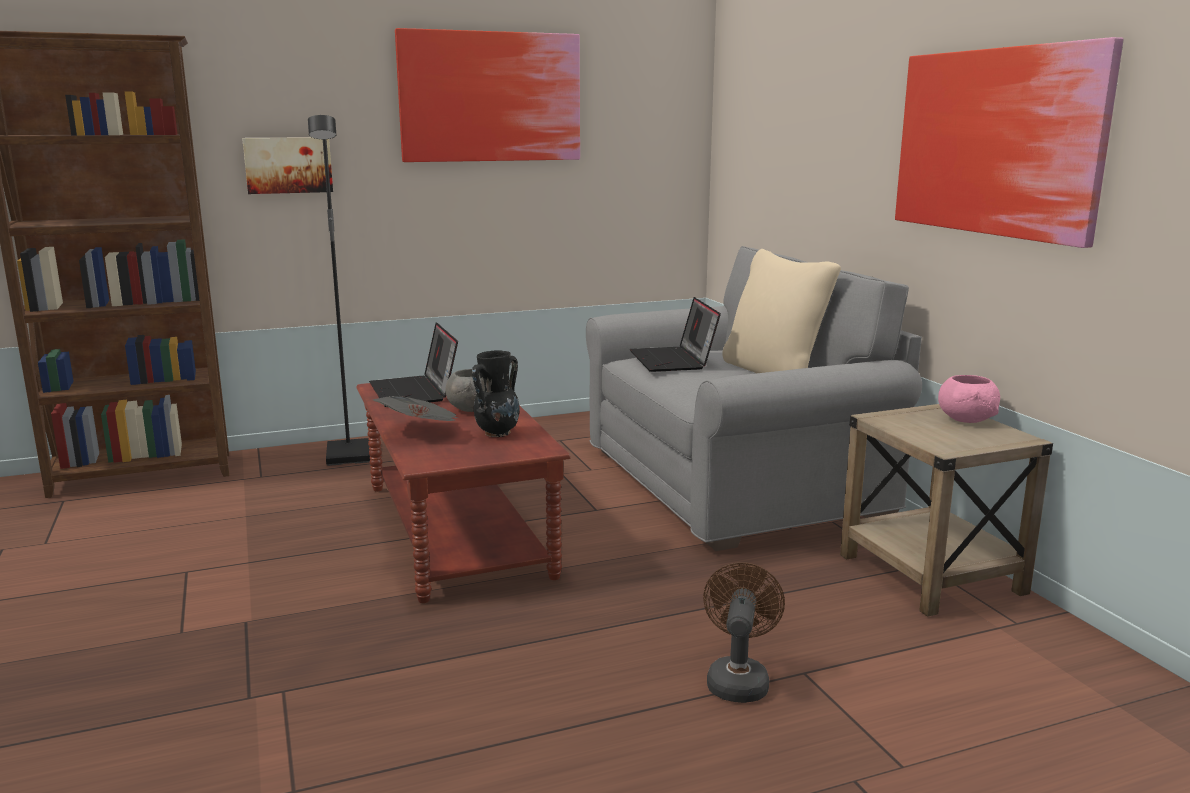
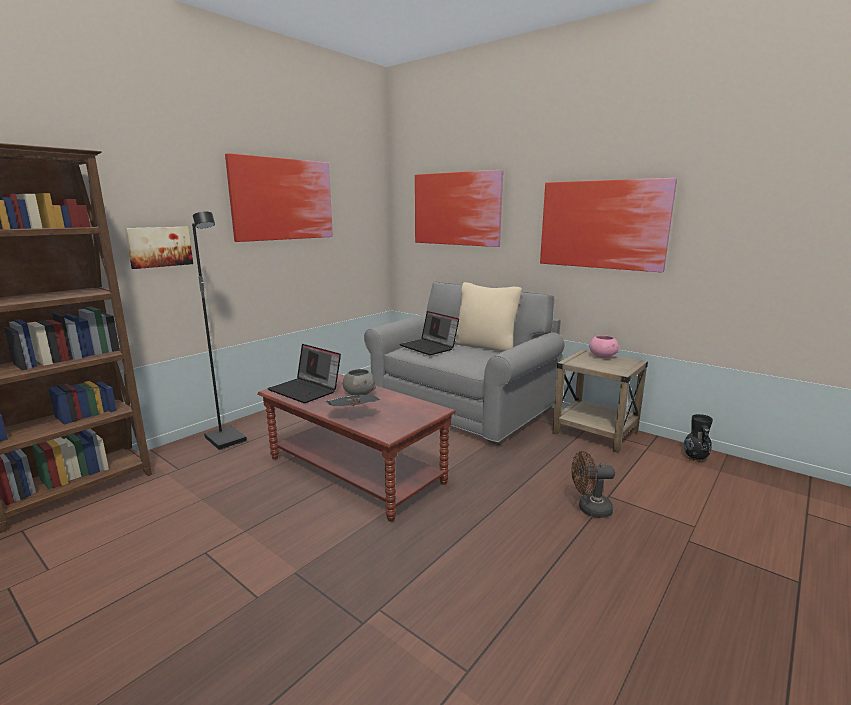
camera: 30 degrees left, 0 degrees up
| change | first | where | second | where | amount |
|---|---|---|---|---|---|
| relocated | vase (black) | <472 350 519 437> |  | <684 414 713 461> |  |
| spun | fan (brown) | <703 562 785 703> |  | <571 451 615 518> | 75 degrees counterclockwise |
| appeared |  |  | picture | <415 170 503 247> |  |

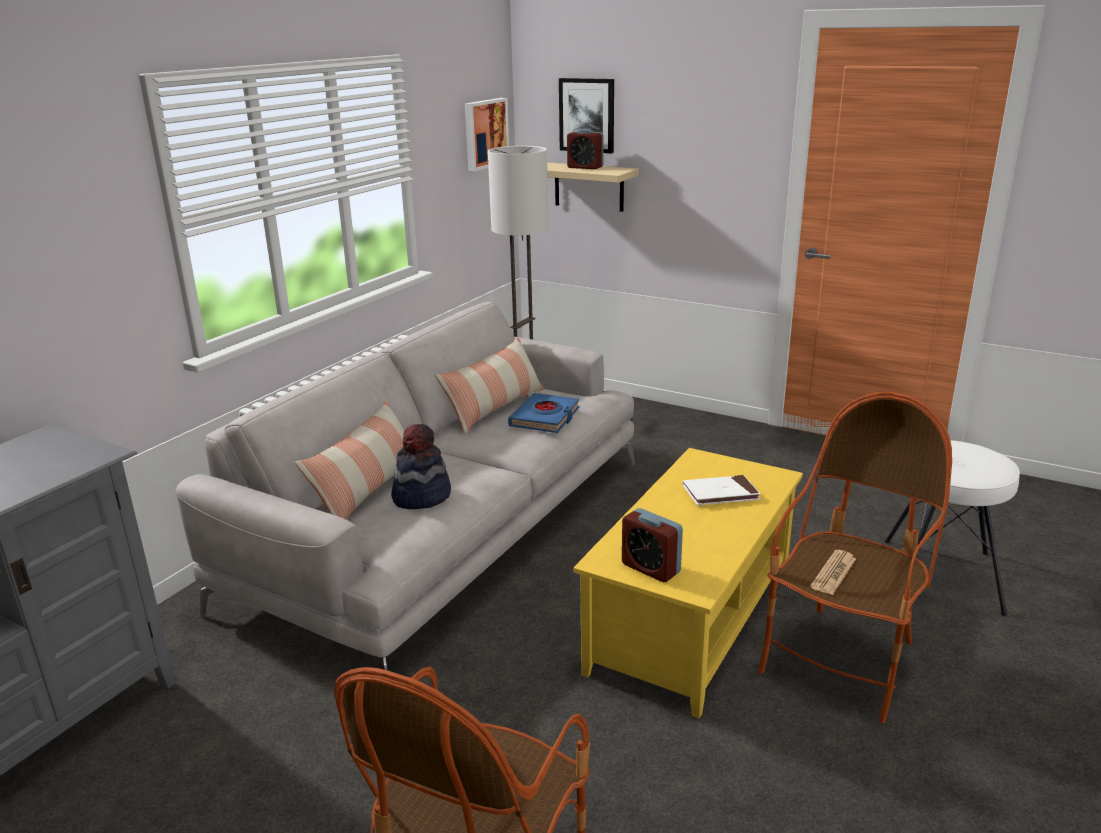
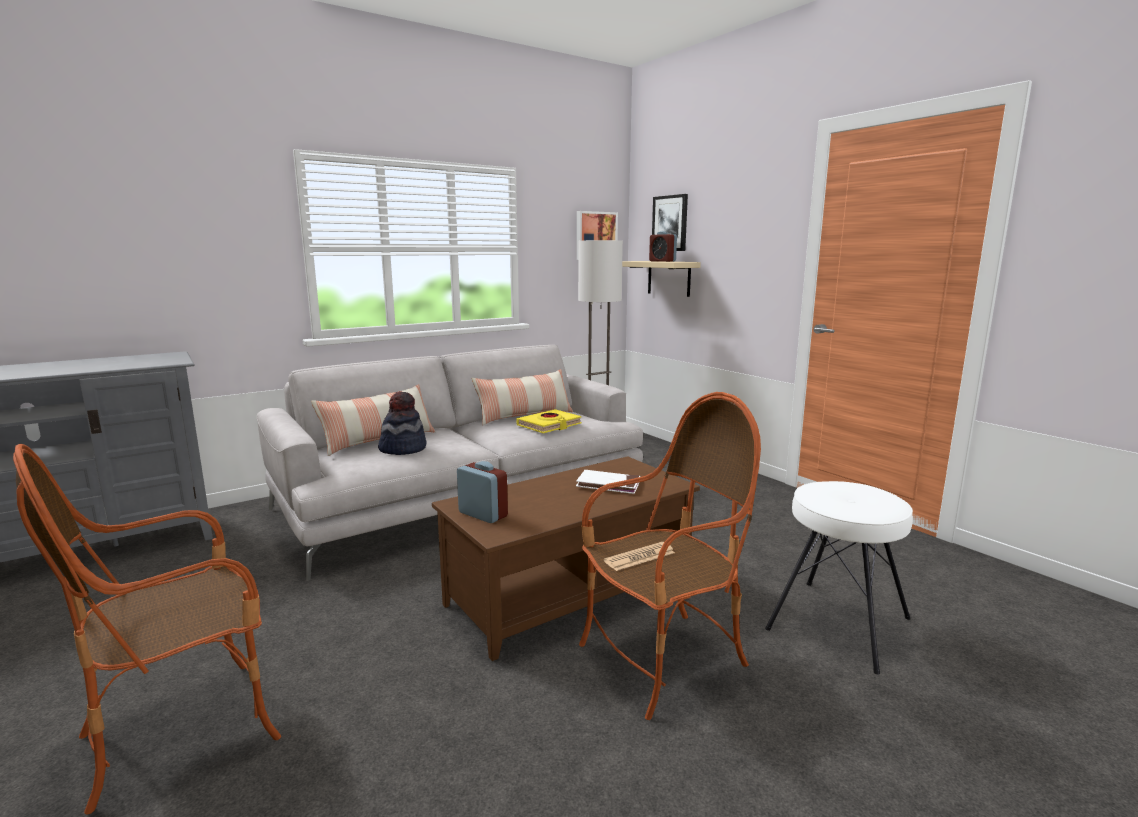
camera: 25 degrees right, 10 degrees down
| change | first | where | second | where | amount |
|---|---|---|---|---|---|
| colour | book (blue) | <508 393 580 433> | book (yellow) | <516 409 582 433> |  |
| colour | coffee table (yellow) | <573 448 803 718> | coffee table (brown) | <432 456 700 661> |  |
| spun | alarm clock | <622 508 683 582> |  | <457 461 508 523> | 150 degrees clockwise |

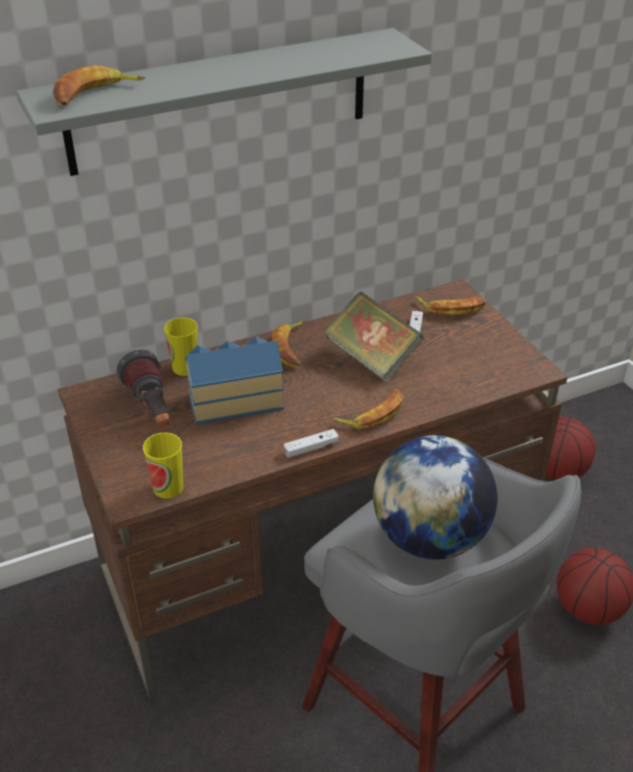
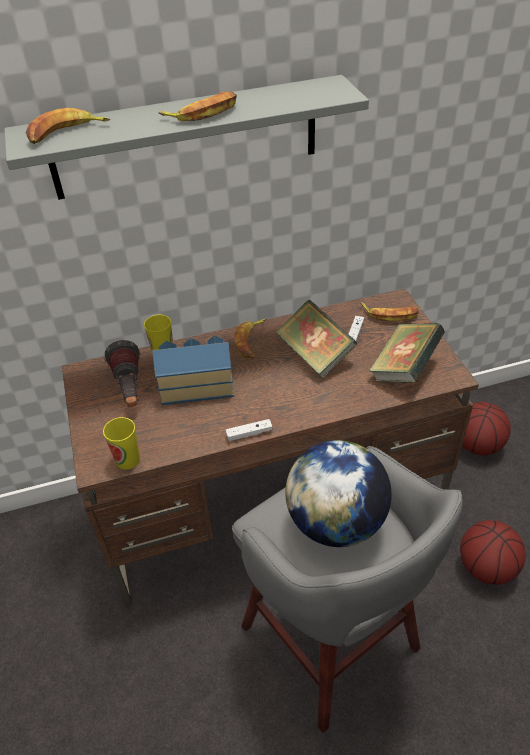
camera: 10 degrees right, 5 degrees up
| change | first | where | second | where | amount |
|---|---|---|---|---|---|
| relocated | banana | <332 389 404 429> |  | <158 91 237 121> |  |
| appeared |  |  | book | <369 323 445 383> |  |

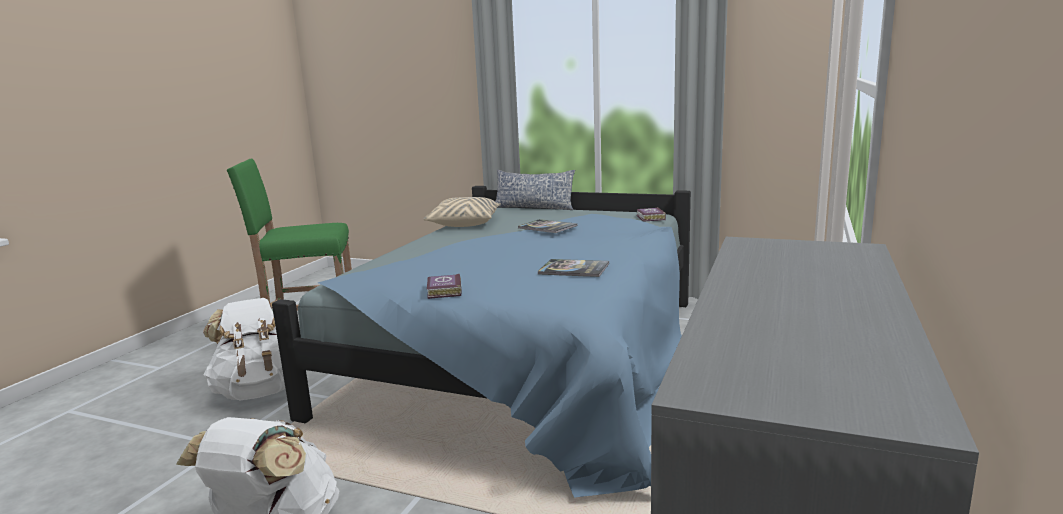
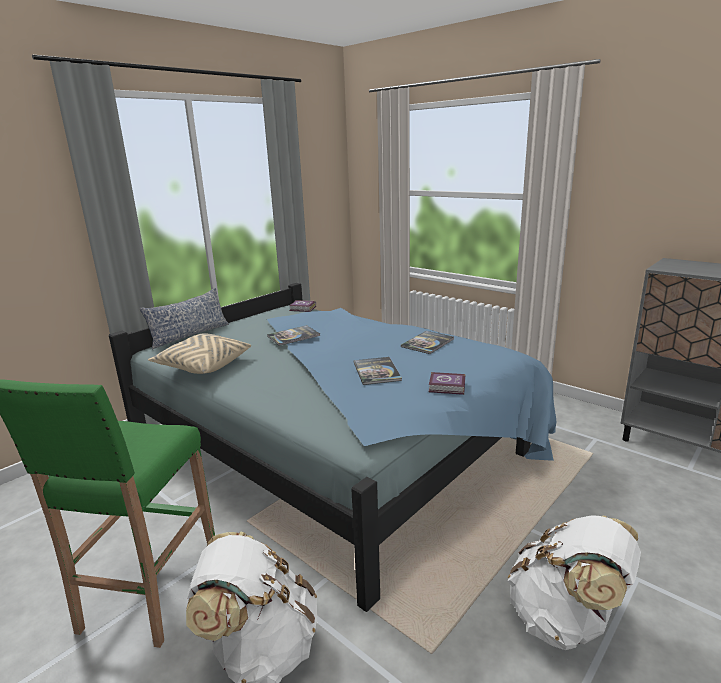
camera: 70 degrees left, 5 degrees up
| change | first | where | second | where | amount |
|---|---|---|---|---|---|
| appeared |  |  | book | <354 357 402 385> |  |

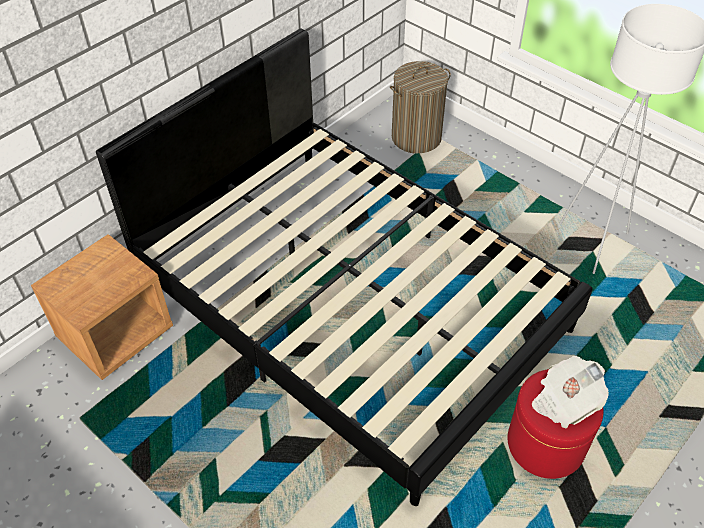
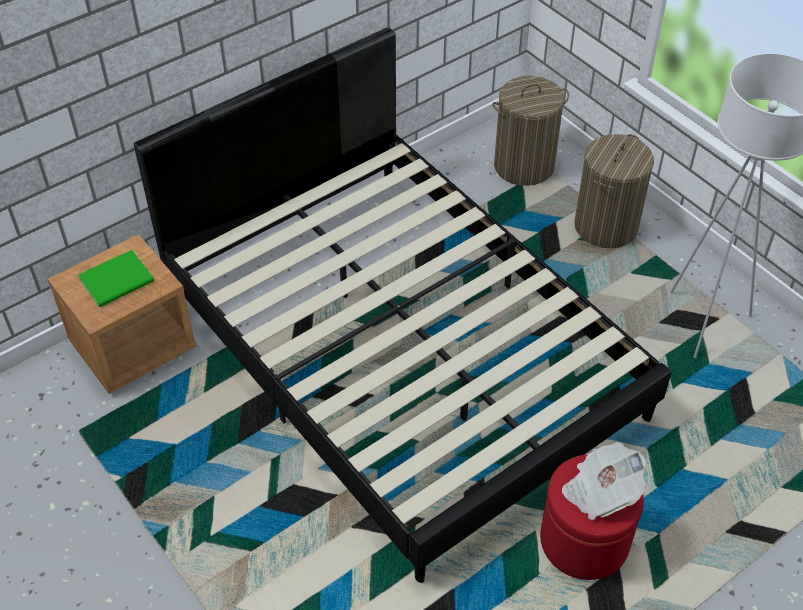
camera: 10 degrees right, 0 degrees up
| change | first | where | second | where | amount |
|---|---|---|---|---|---|
| appeared |  |  | laundry basket | <574 134 654 248> |  |
| appeared |  |  | book (green) | <78 250 154 307> |  |

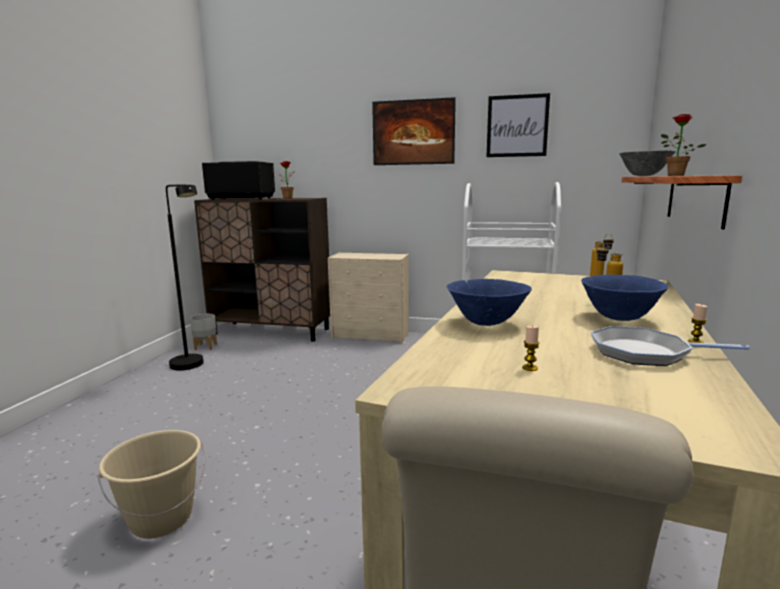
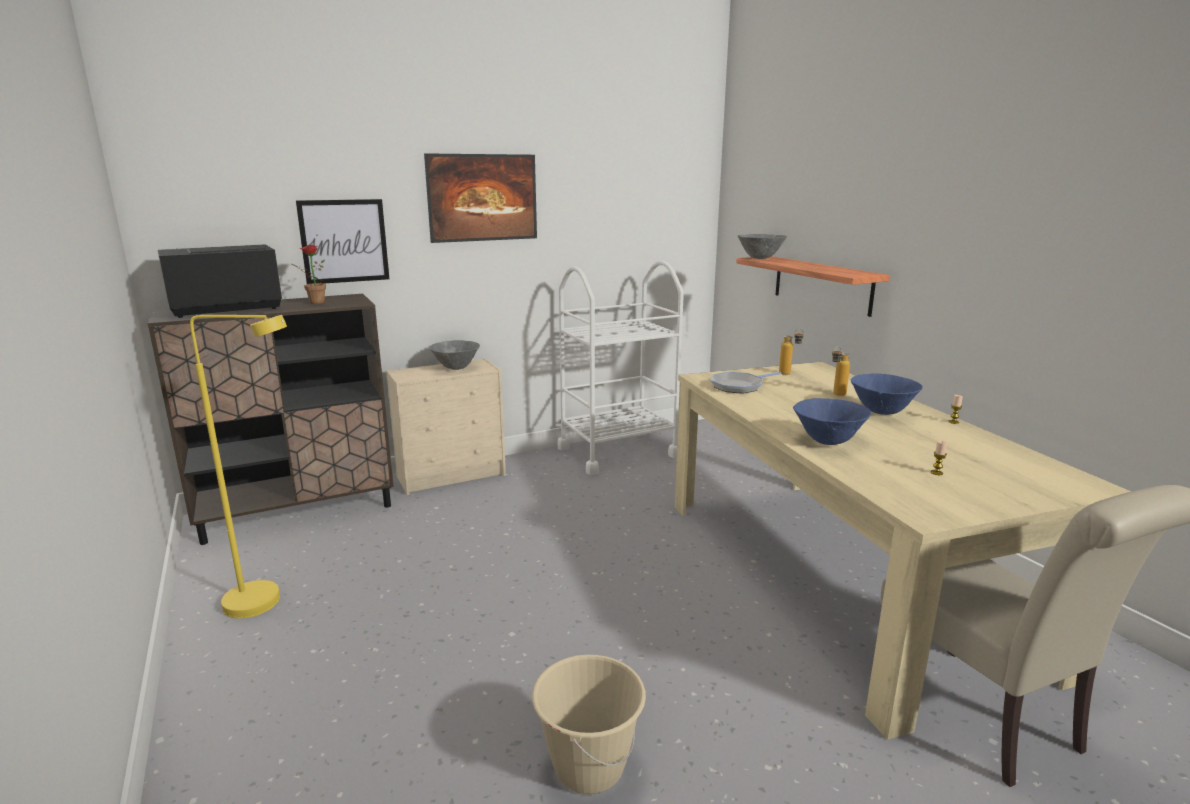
camera: 40 degrees left, 5 degrees up
| change | first | where | second | where | amount |
|---|---|---|---|---|---|
| relocated | picture | <487 93 550 157> |  | <296 199 389 284> |  |
| missing | potted plant | <661 114 706 176> |  |  |  |
| colour | floor lamp (black) | <166 184 204 370> | floor lamp (yellow) | <190 315 287 619> |  |
| missing | planter (grey) | <190 314 217 350> |  |  |  |
| relocated | frying pan | <591 326 750 366> |  | <710 372 781 394> |  |
| appeared |  |  | bowl (grey) | <429 340 480 370> |  |

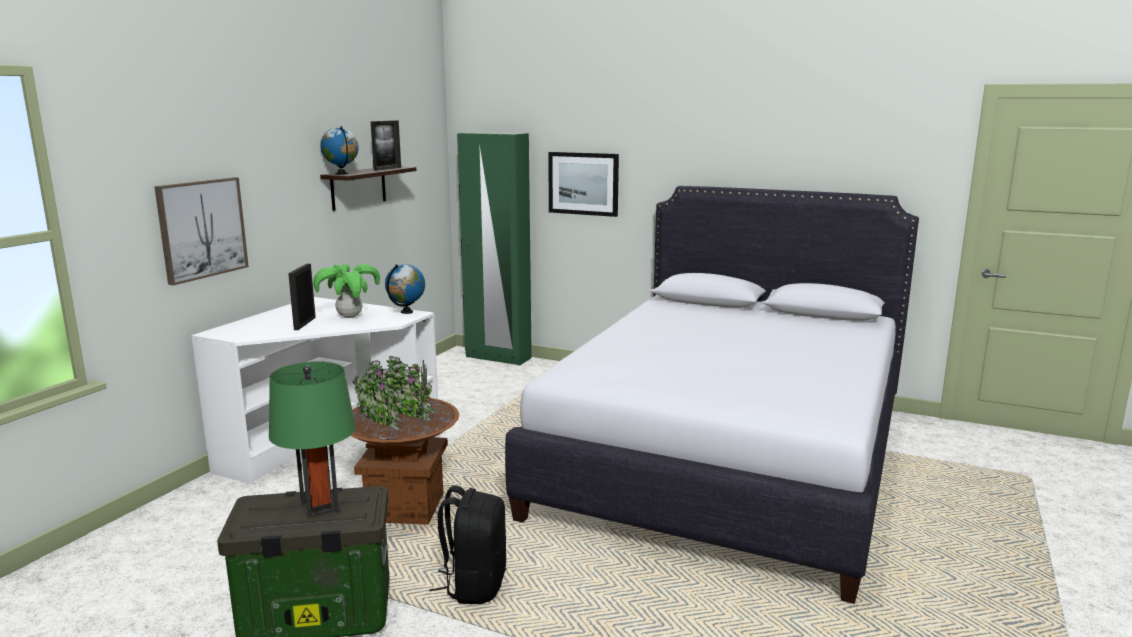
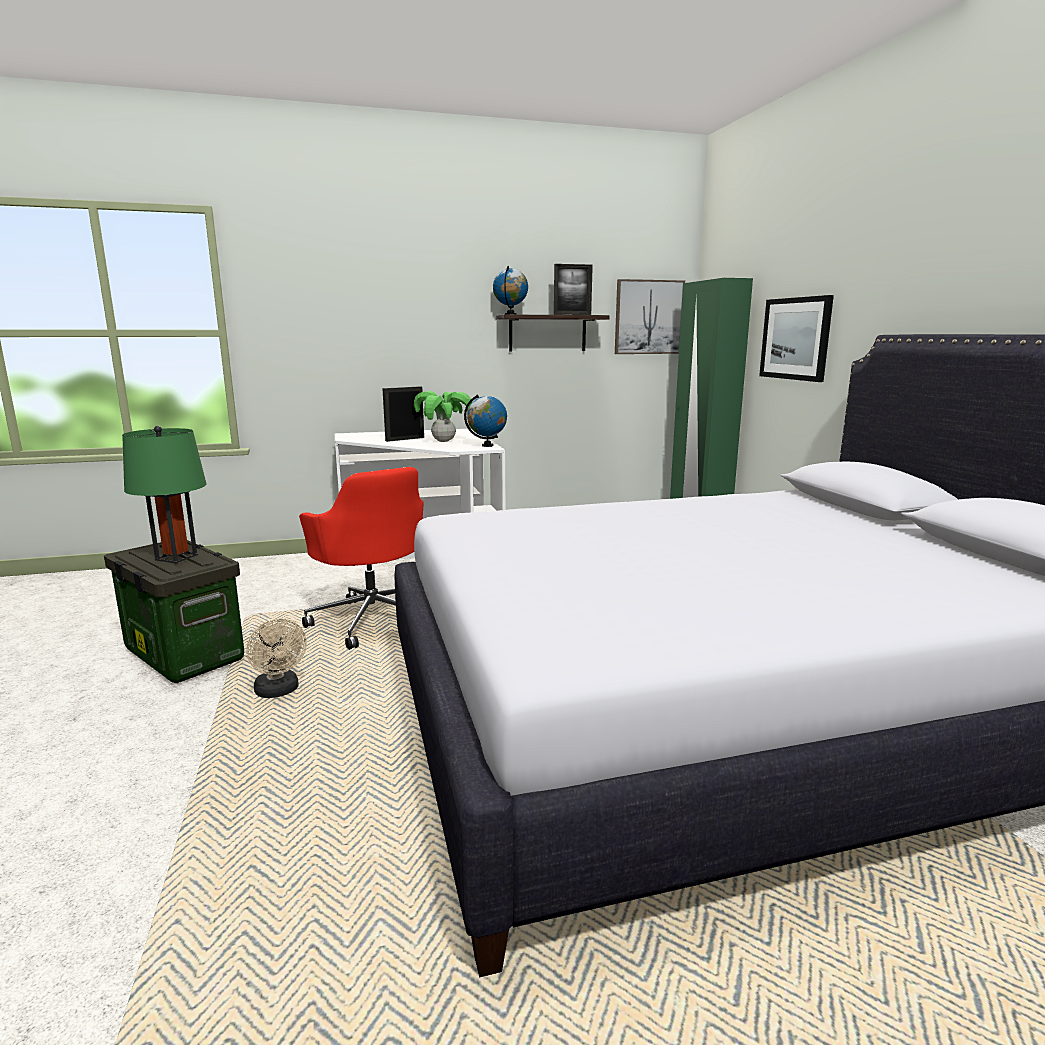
camera: 50 degrees right, 0 degrees up
| change | first | where | second | where | amount |
|---|---|---|---|---|---|
| relocated | picture | <154 177 249 285> |  | <615 279 685 354> |  |
| exchanged | planter (brown) | <351 356 459 525> | office chair (red) | <299 467 424 650> |  |
| exchanged | backpack (black) | <429 486 506 604> | fan (beige) | <247 619 307 698> |  |

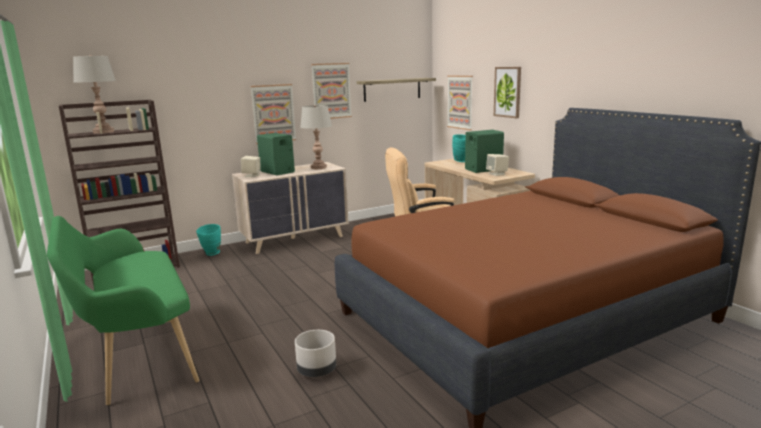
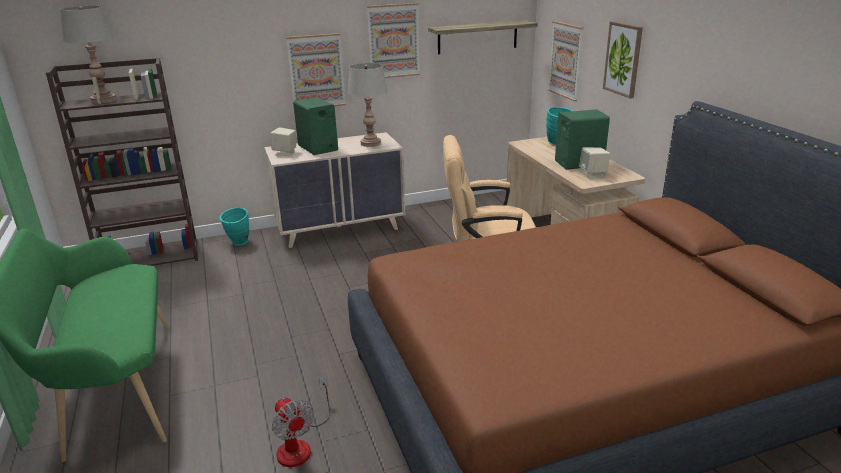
camera: 10 degrees right, 10 degrees up
| change | first | where | second | where | amount |
|---|---|---|---|---|---|
| exchanged | planter (grey) | <295 330 336 377> | fan | <272 376 331 467> |  |

